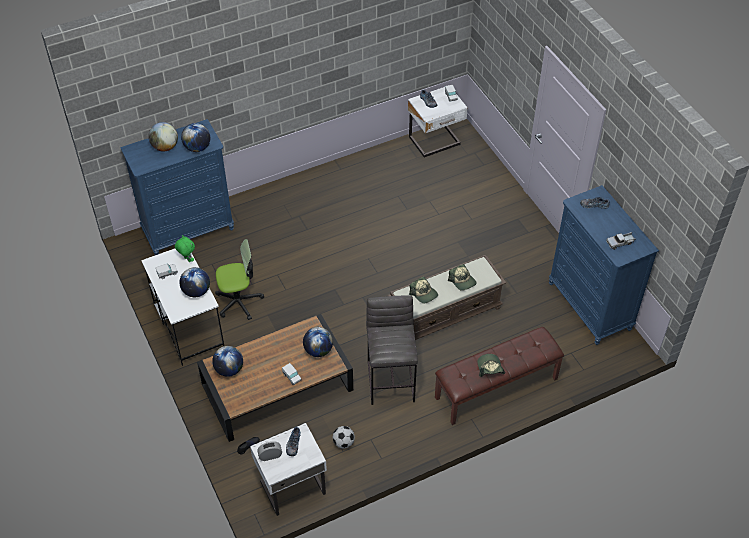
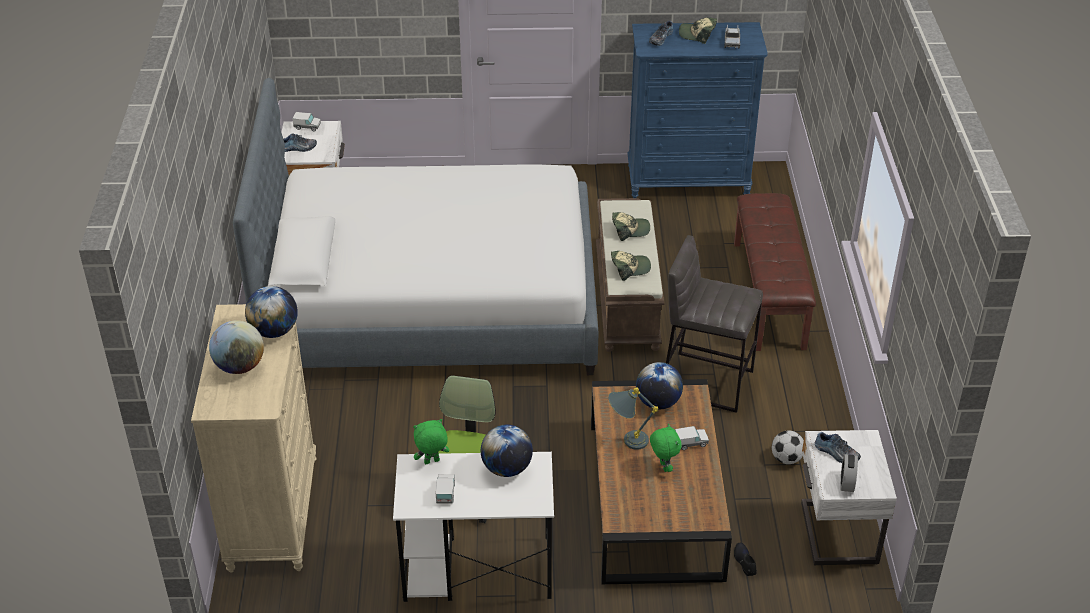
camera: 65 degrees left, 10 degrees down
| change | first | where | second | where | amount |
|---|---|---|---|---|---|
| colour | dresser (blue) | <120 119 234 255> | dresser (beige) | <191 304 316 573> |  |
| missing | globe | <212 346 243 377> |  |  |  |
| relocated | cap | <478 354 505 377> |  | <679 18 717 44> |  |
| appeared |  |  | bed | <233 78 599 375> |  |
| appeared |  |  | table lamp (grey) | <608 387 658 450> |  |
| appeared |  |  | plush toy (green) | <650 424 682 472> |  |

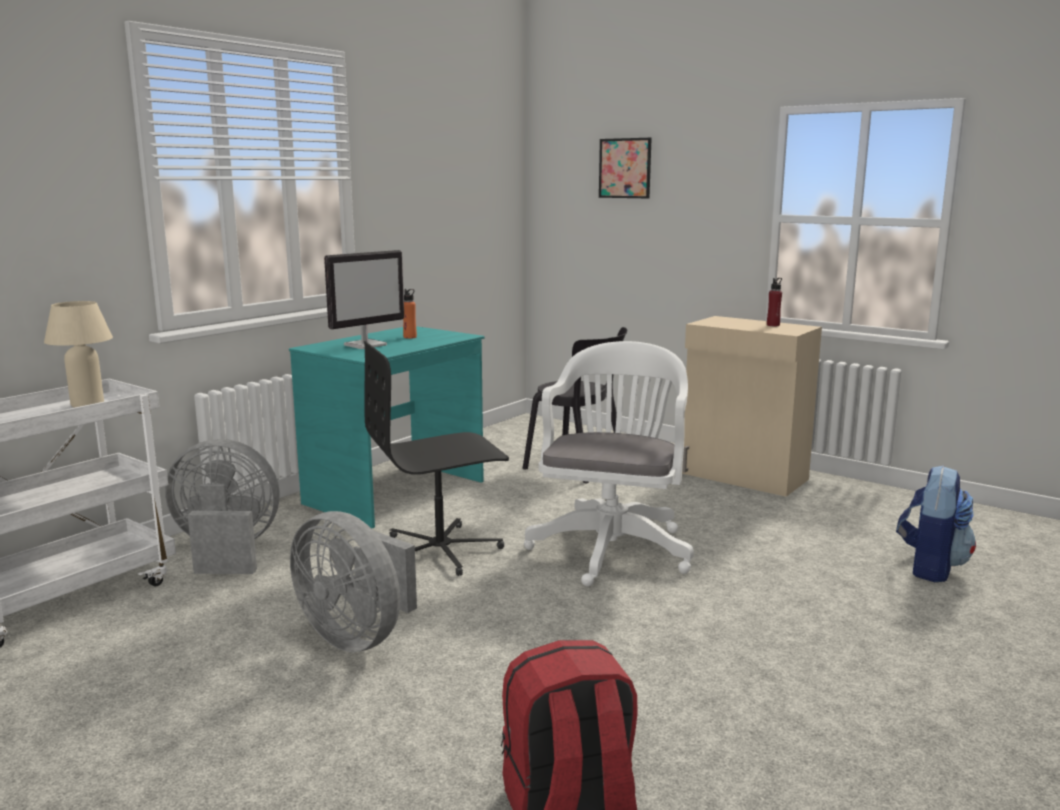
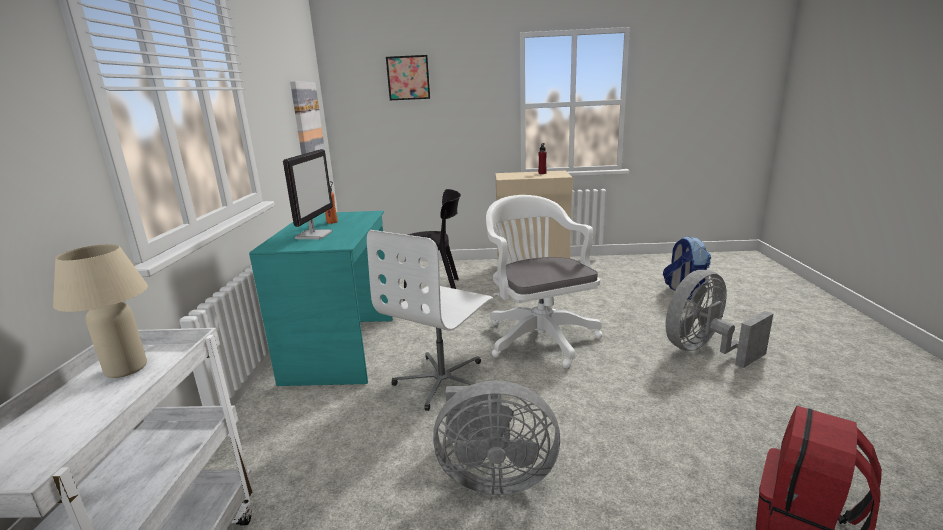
camera: 35 degrees left, 5 degrees up
| change | first | where | second | where | amount |
|---|---|---|---|---|---|
| colour | office chair (black) | <364 341 509 576> | office chair (white) | <367 230 493 411> |  |
| relocated | fan (grey) | <165 439 280 574> |  | <666 270 773 368> |  |
| appeared |  |  | picture | <290 81 325 154> |  |

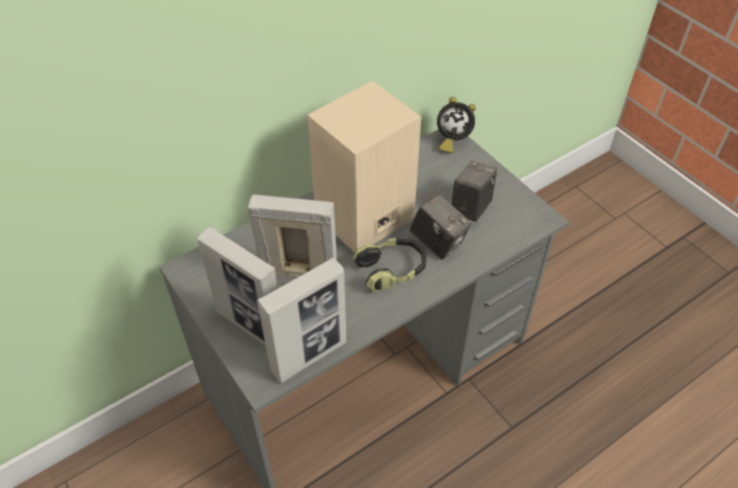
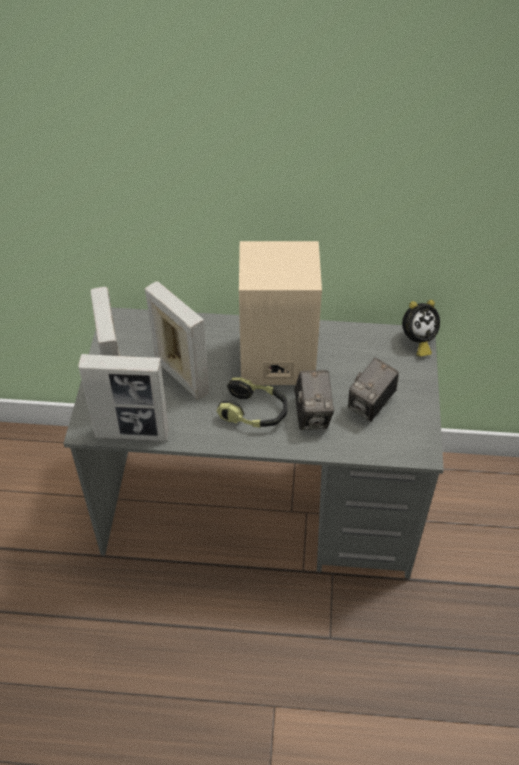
camera: 40 degrees right, 0 degrees up
| change | first | where | second | where | amount |
|---|---|---|---|---|---|
| spun | alarm clock | <437 97 476 153> |  | <402 300 440 357> | 75 degrees counterclockwise |
| spun | photo camera | <451 161 497 222> |  | <348 357 399 422> | 150 degrees clockwise |

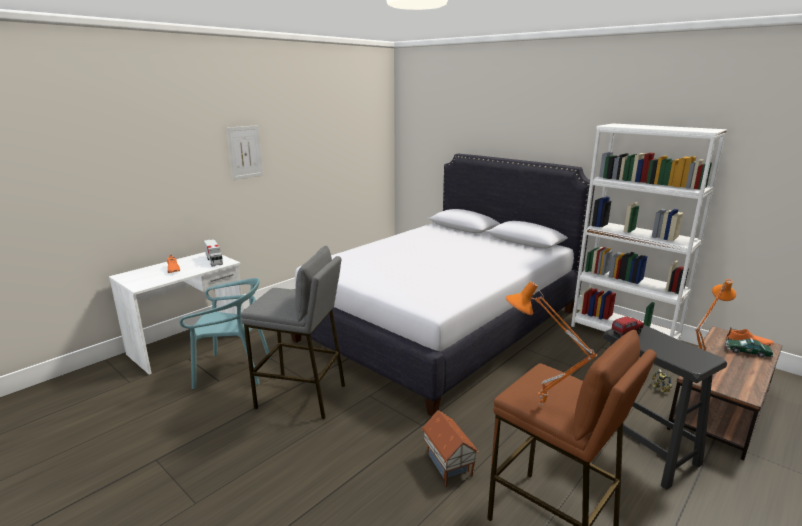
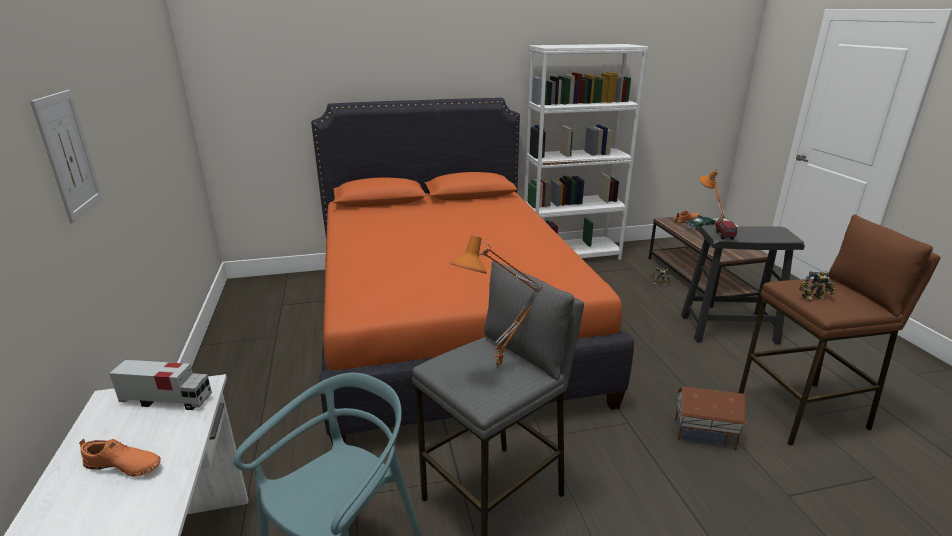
camera: 55 degrees left, 5 degrees up
| change | first | where | second | where | amount |
|---|---|---|---|---|---|
| colour | bed (white) | <291 153 595 416> | bed (orange) | <311 98 634 445> |  |
| relocated | table lamp (orange) | <505 281 597 406> |  | <450 235 542 368> |  |
| appeared |  |  | toy robot | <799 271 836 301> |  |

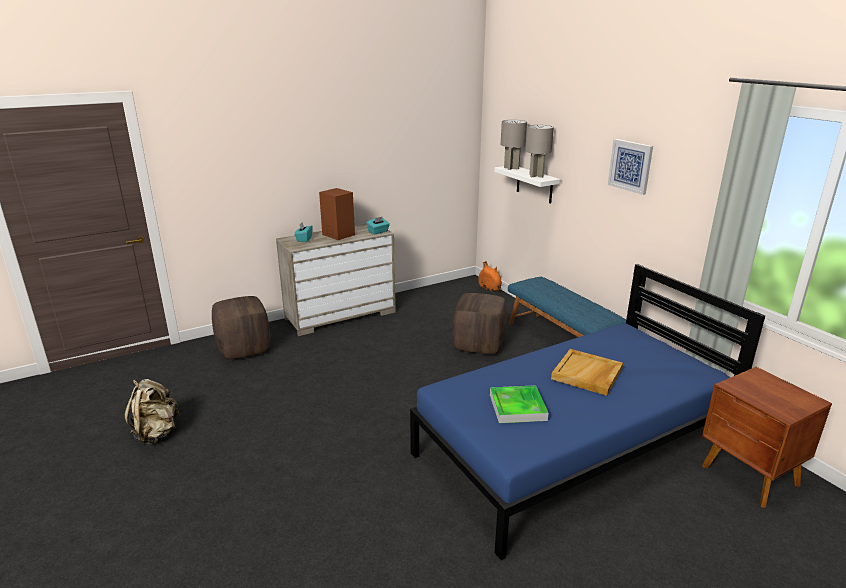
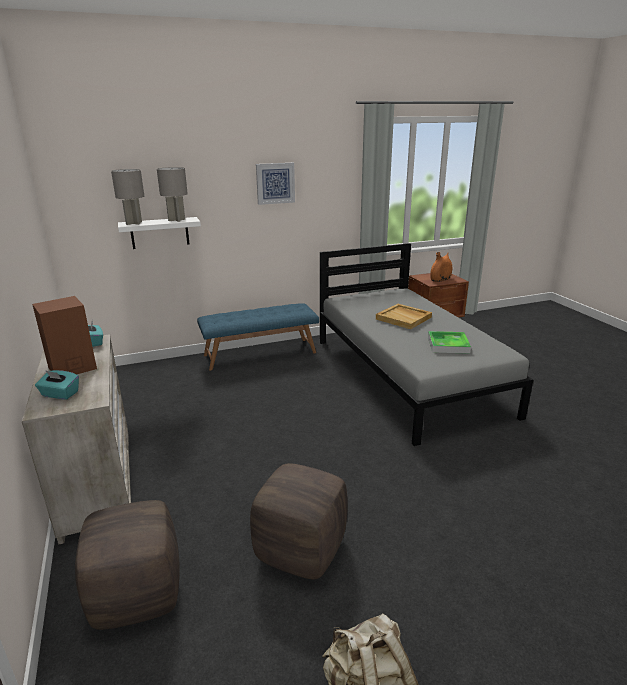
camera: 80 degrees left, 0 degrees up
| change | first | where | second | where | amount |
|---|---|---|---|---|---|
| relocated | vase (orange) | <478 261 502 292> |  | <430 252 452 282> |  |
| colour | bed (blue) | <410 264 765 560> | bed (grey) | <320 243 533 446> |  |
| relocated | ottoman (brown) | <453 293 507 354> |  | <250 463 348 580> |  |

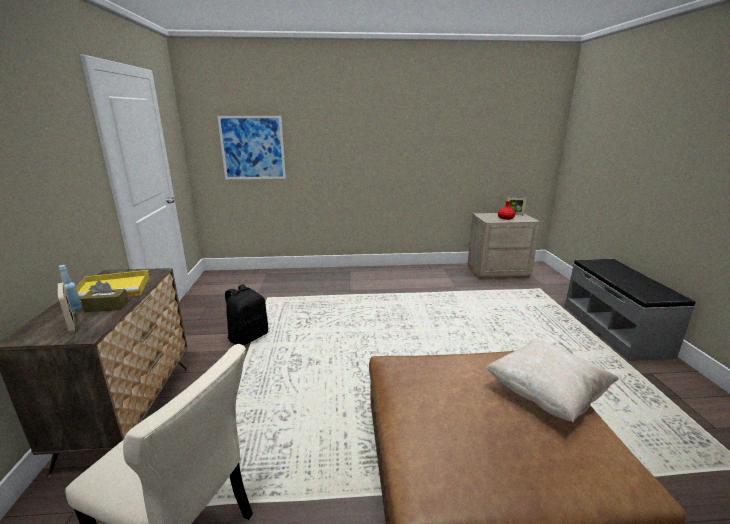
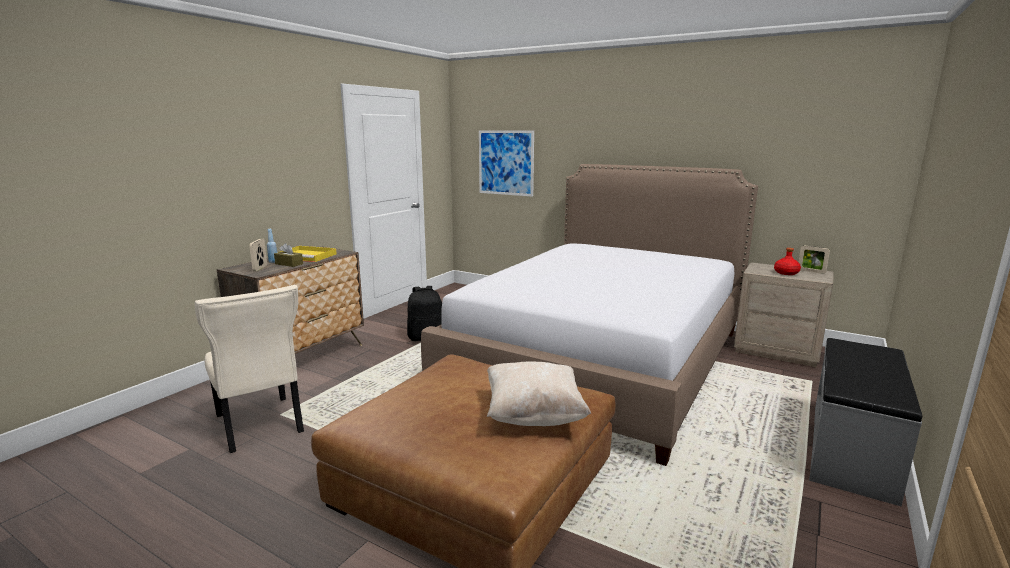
camera: 35 degrees right, 5 degrees down
| change | first | where | second | where | amount |
|---|---|---|---|---|---|
| appeared |  |  | bed | <421 164 758 466> |  |

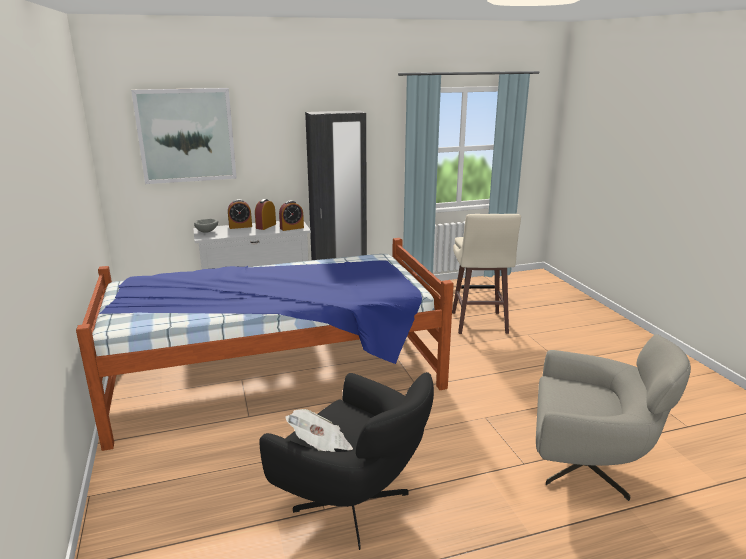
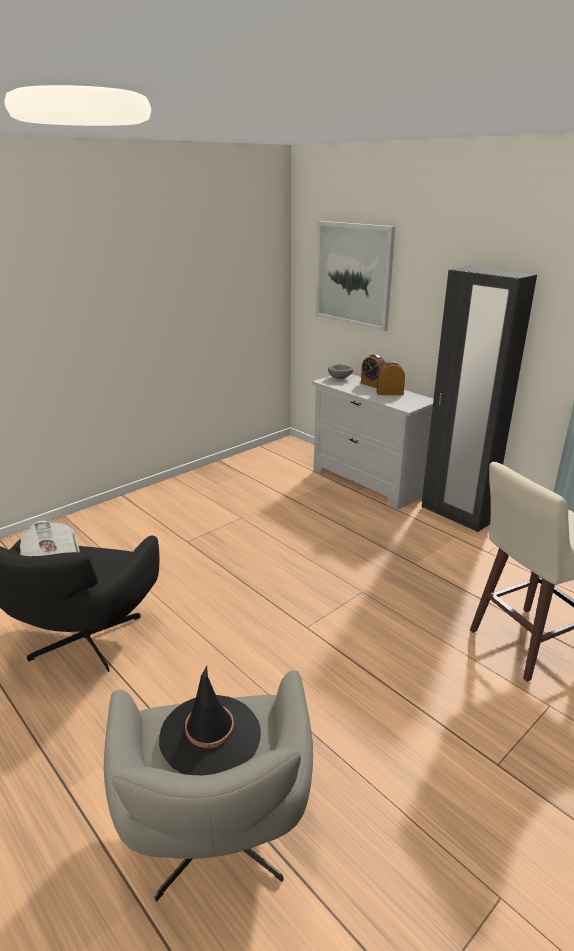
camera: 65 degrees right, 5 degrees up
| change | first | where | second | where | amount |
|---|---|---|---|---|---|
| missing | alarm clock | <279 201 304 231> |  |  |  |
| missing | bed | <76 238 454 451> |  |  |  |
| appeared |  |  | hat (black) | <159 666 261 775> |  |

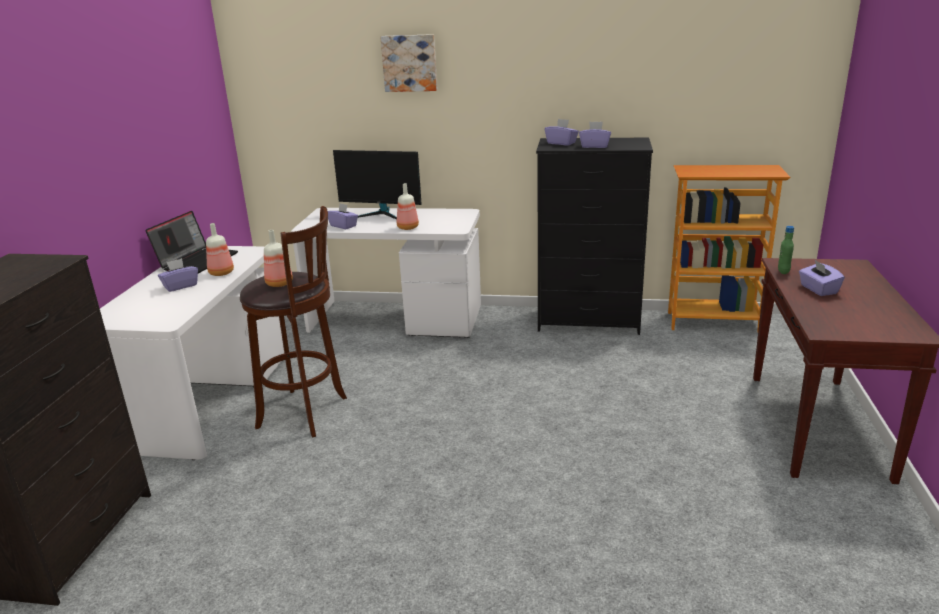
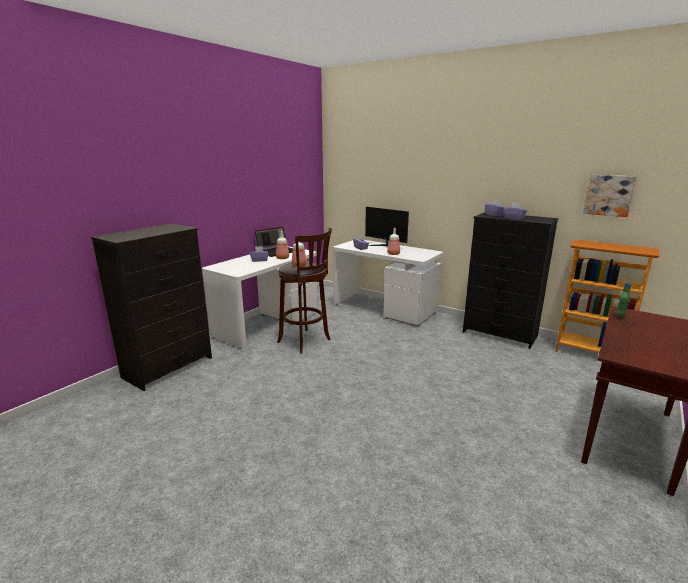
camera: 25 degrees right, 5 degrees down
| change | first | where | second | where | amount |
|---|---|---|---|---|---|
| relocated | picture | <380 34 437 92> |  | <583 175 637 217> |  |
| missing | tissue box (purple) | <799 260 845 296> |  |  |  |

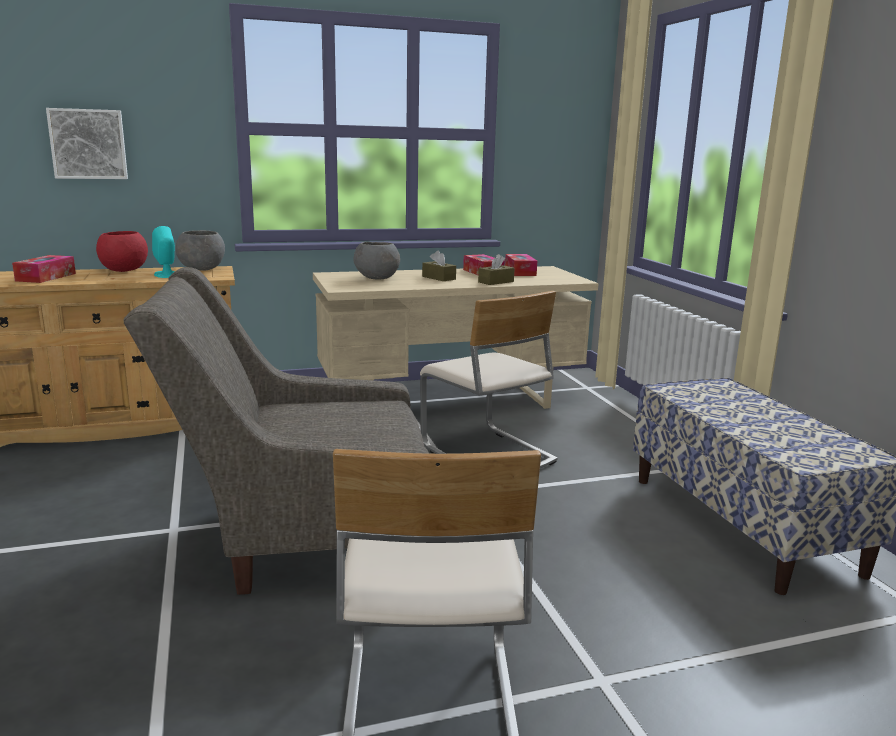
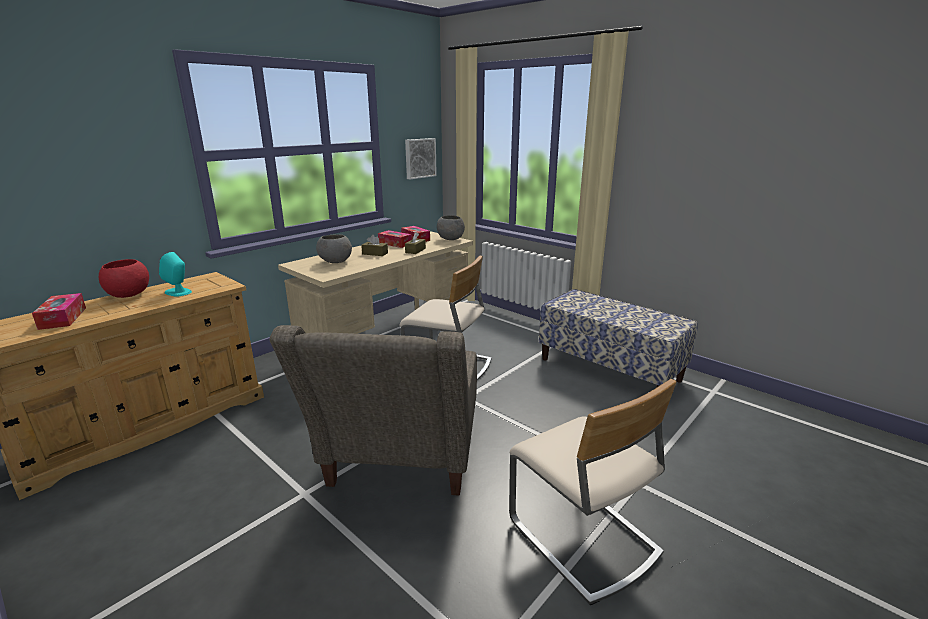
camera: 30 degrees left, 5 degrees up
| change | first | where | second | where | amount |
|---|---|---|---|---|---|
| relocated | picture | <46 108 128 179> |  | <405 138 437 179> |  |
| relocated | bowl (grey) | <176 230 225 270> |  | <437 215 465 240> |  |
| spun | armchair (grey) | <123 267 429 595> |  | <269 325 477 495> | 45 degrees counterclockwise |

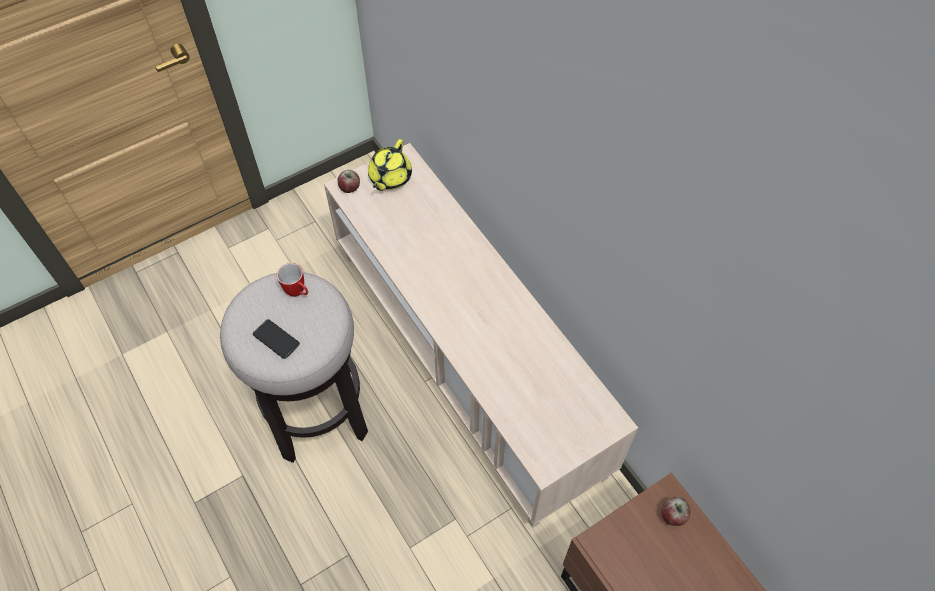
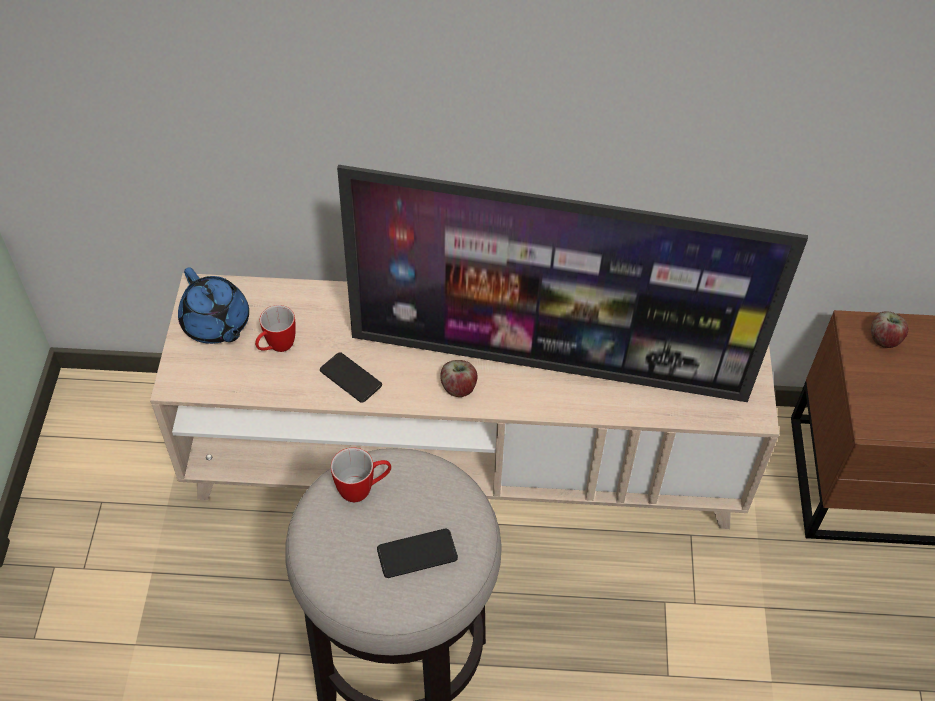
camera: 55 degrees left, 5 degrees down
| change | first | where | second | where | amount |
|---|---|---|---|---|---|
| colour | teapot (yellow) | <368 139 412 191> | teapot (blue) | <178 267 249 344> |  |
| relocated | apple | <337 170 360 193> |  | <440 360 478 397> |  |
| appeared |  |  | television | <337 165 808 402> |  |
| appeared |  |  | mug | <255 305 296 352> |  |
| appeared |  |  | phone | <320 352 382 403> |  |

